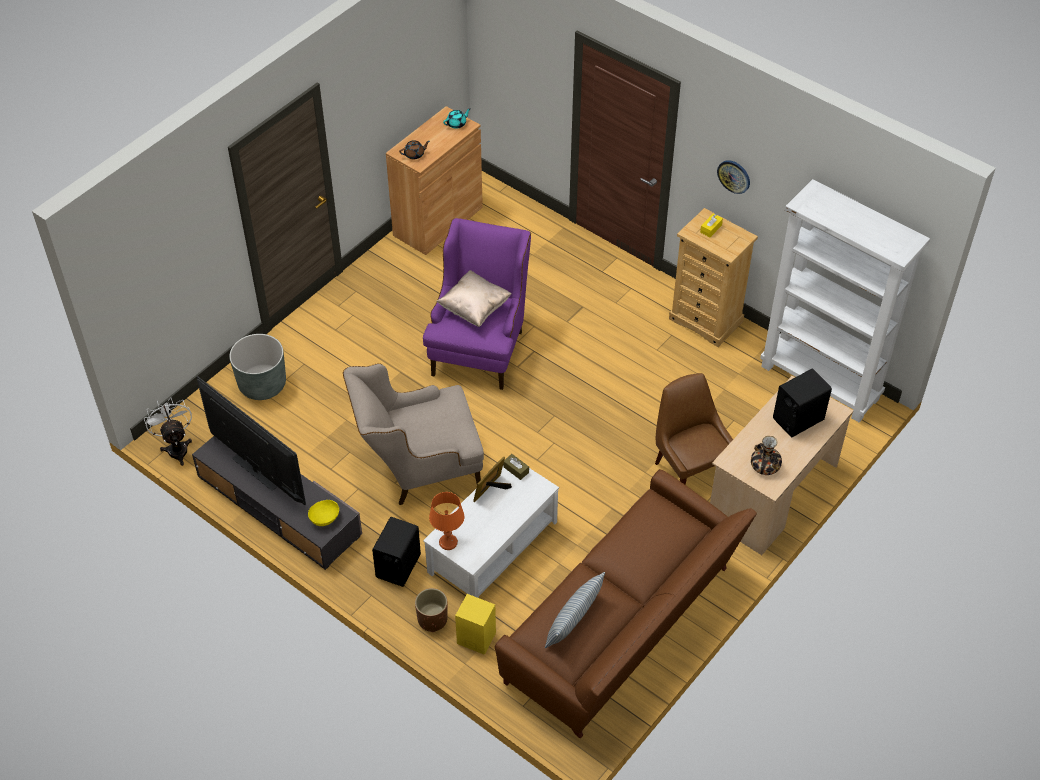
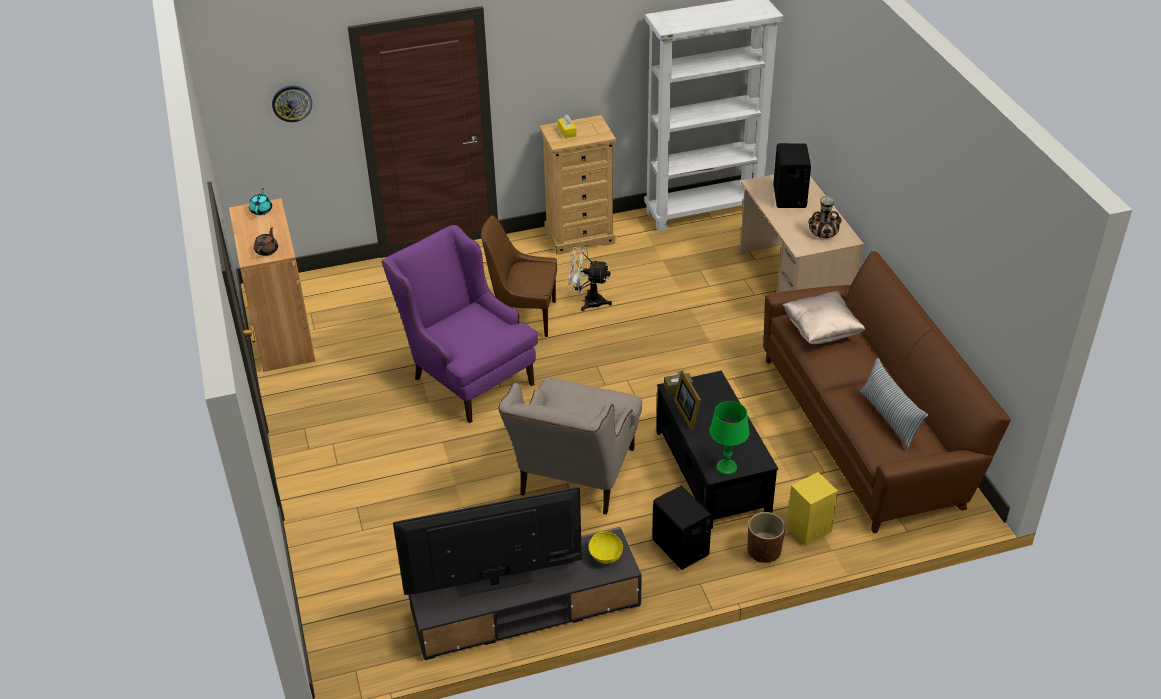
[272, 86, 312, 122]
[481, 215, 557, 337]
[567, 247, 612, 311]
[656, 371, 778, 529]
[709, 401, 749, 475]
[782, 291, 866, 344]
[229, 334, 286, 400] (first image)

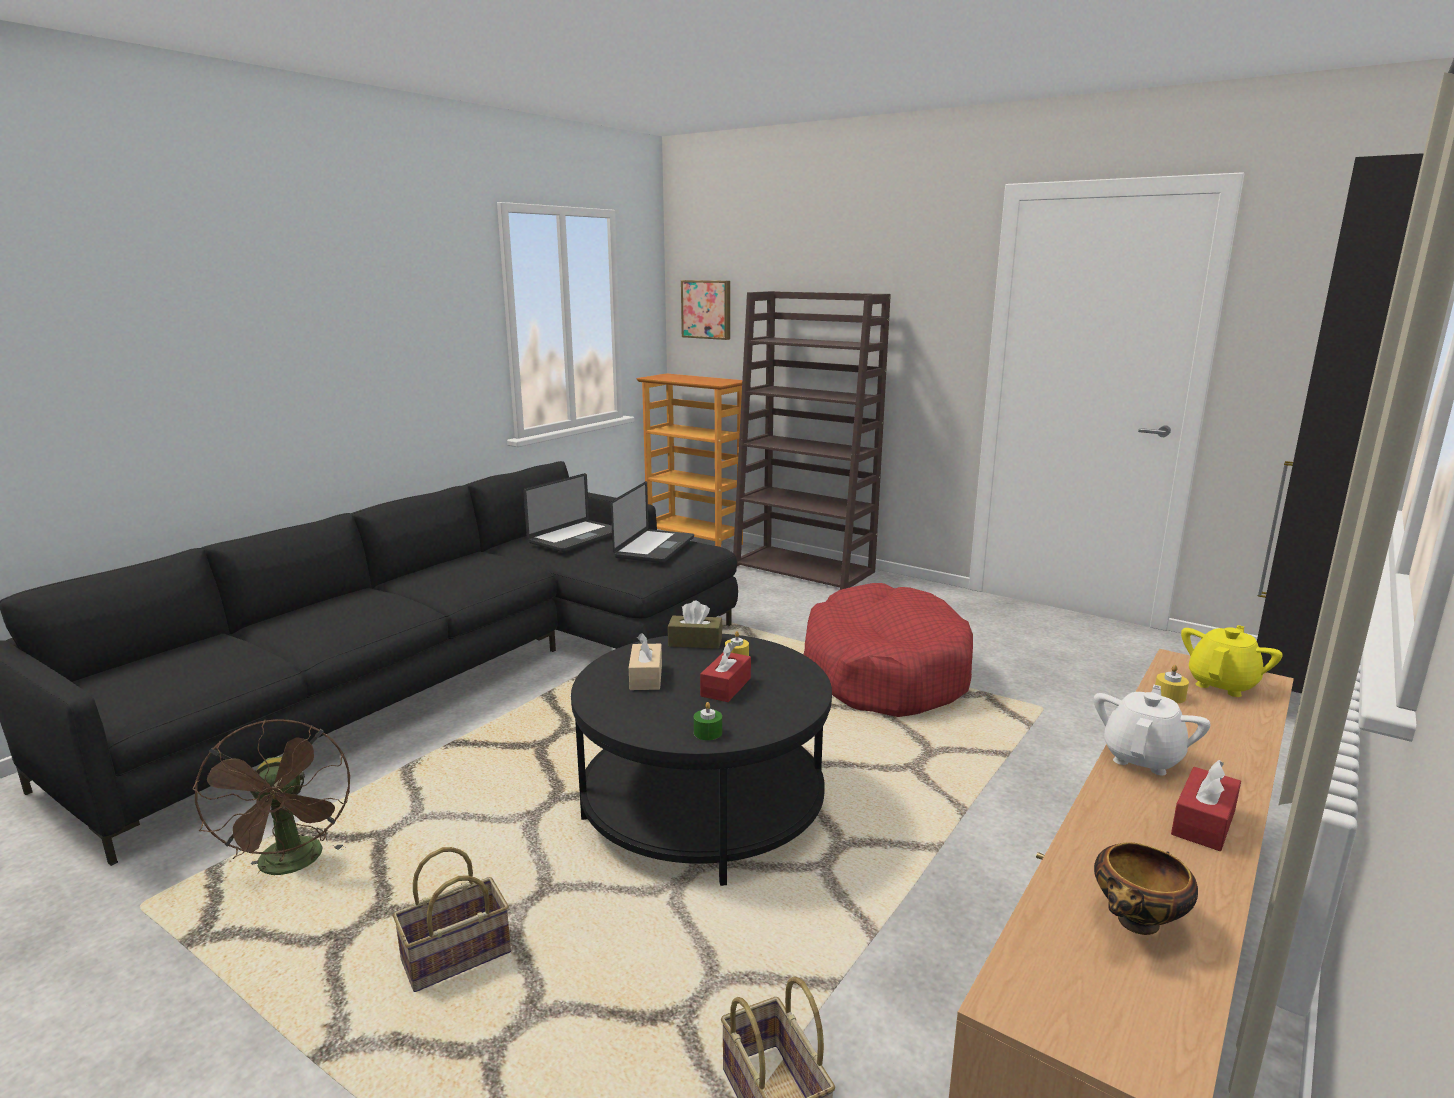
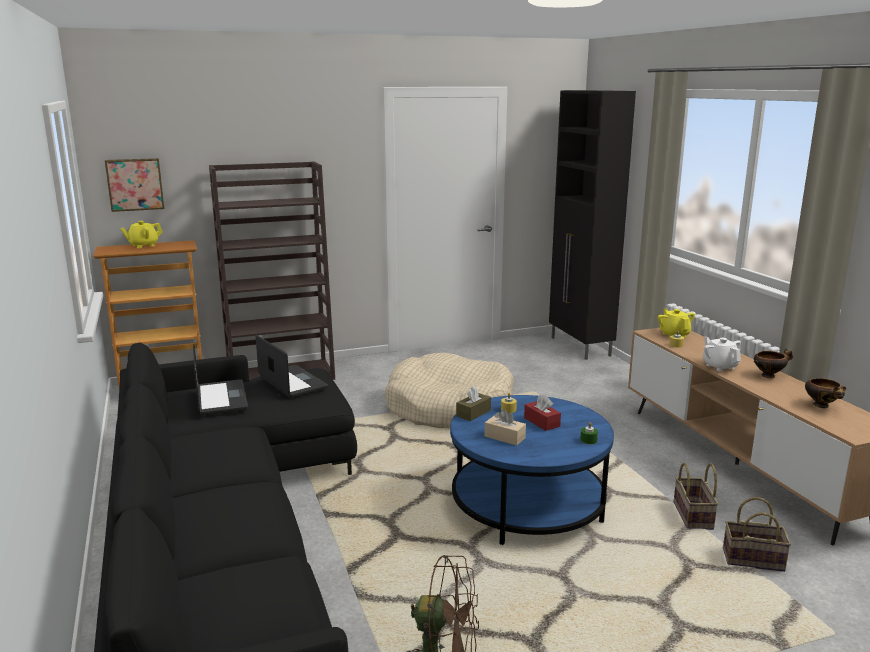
[120, 221, 163, 248]
[385, 353, 513, 428]
[450, 395, 614, 545]
[674, 463, 718, 530]
[754, 348, 793, 378]

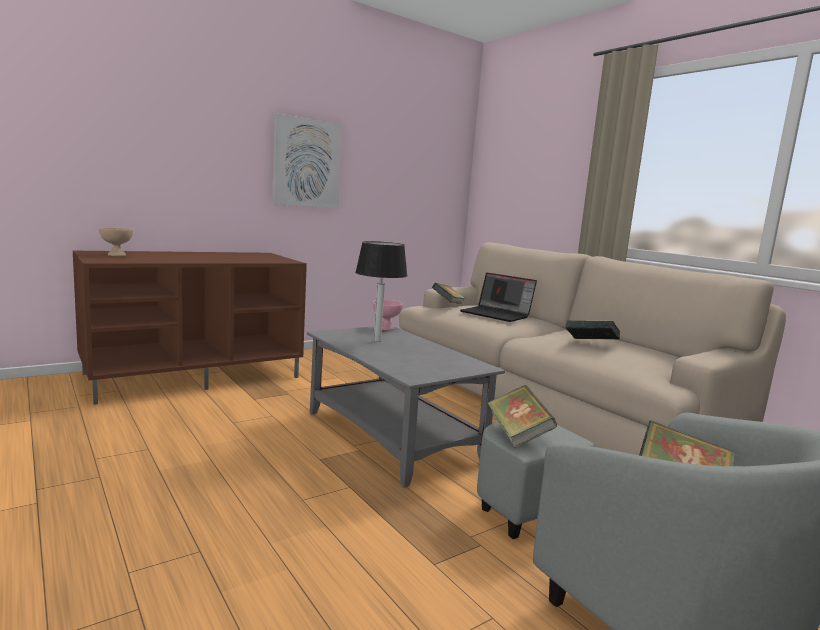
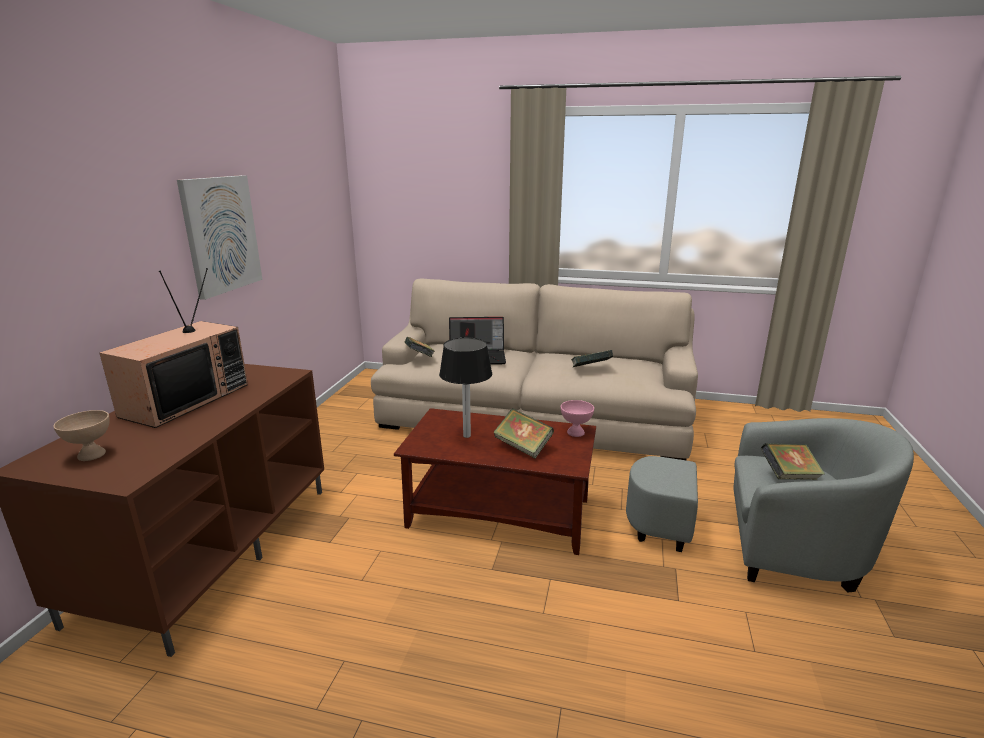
[99, 268, 248, 428]
[394, 408, 596, 555]
[493, 408, 554, 459]
[561, 400, 594, 437]

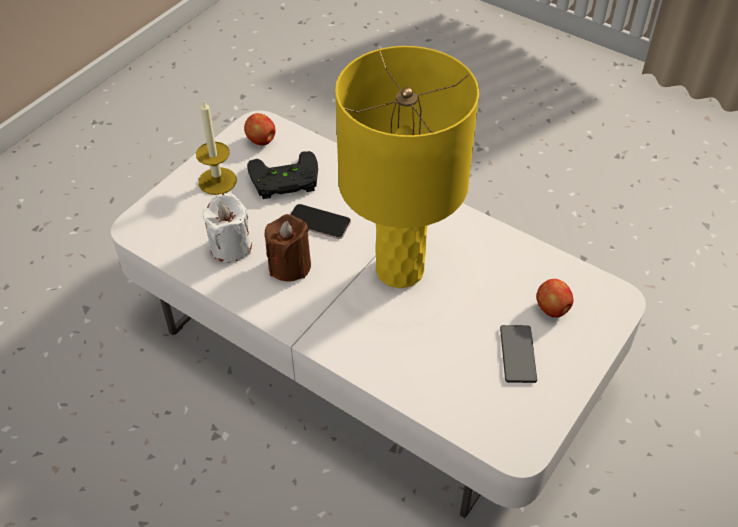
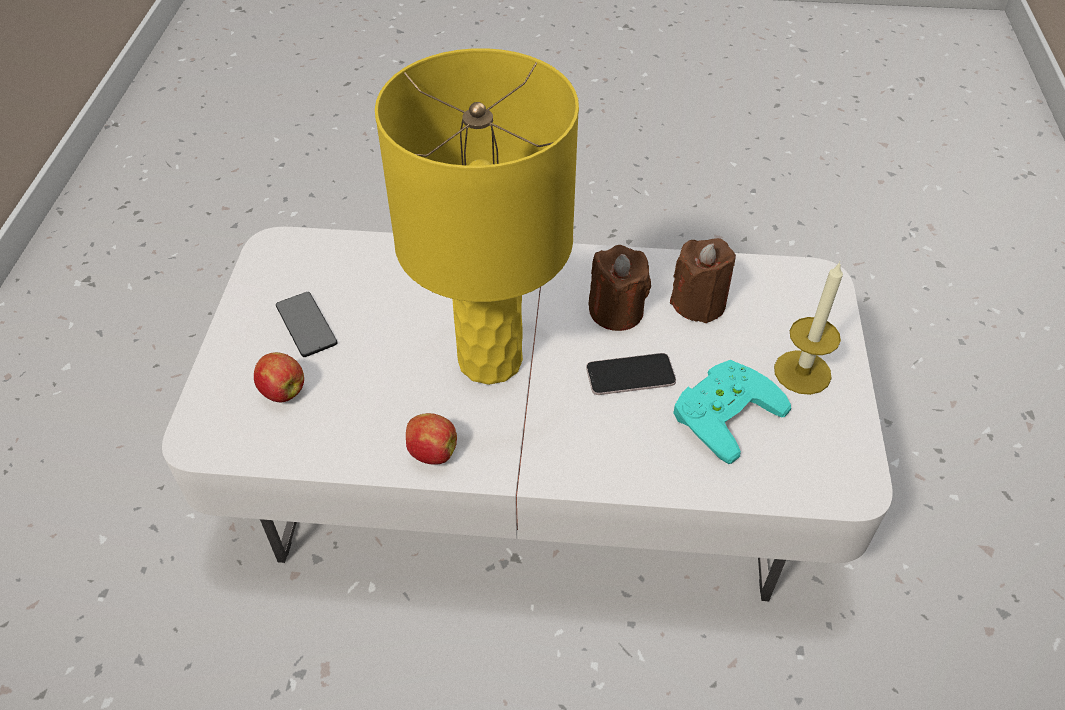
[406, 413, 457, 465]
[670, 238, 736, 323]
[673, 360, 791, 464]

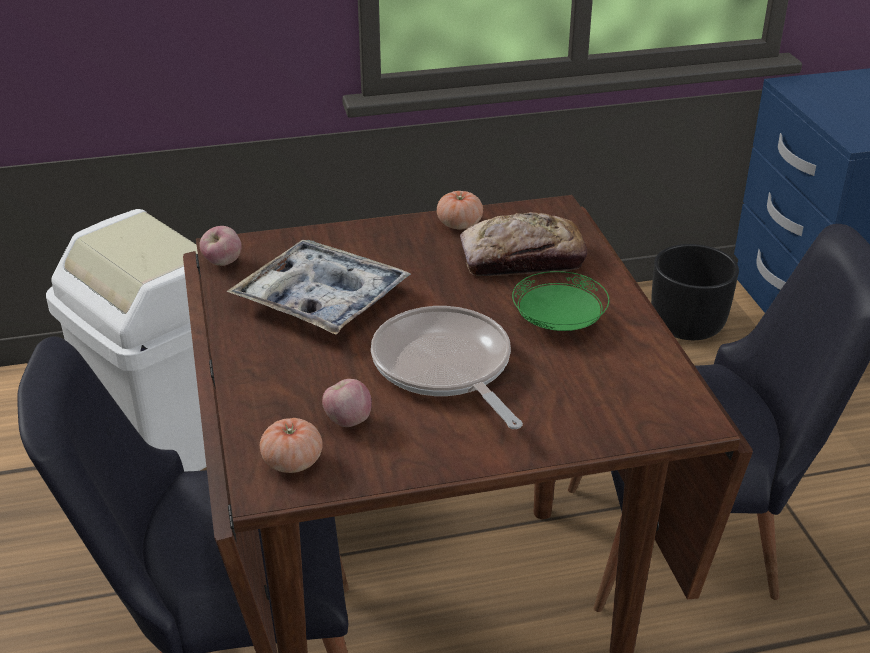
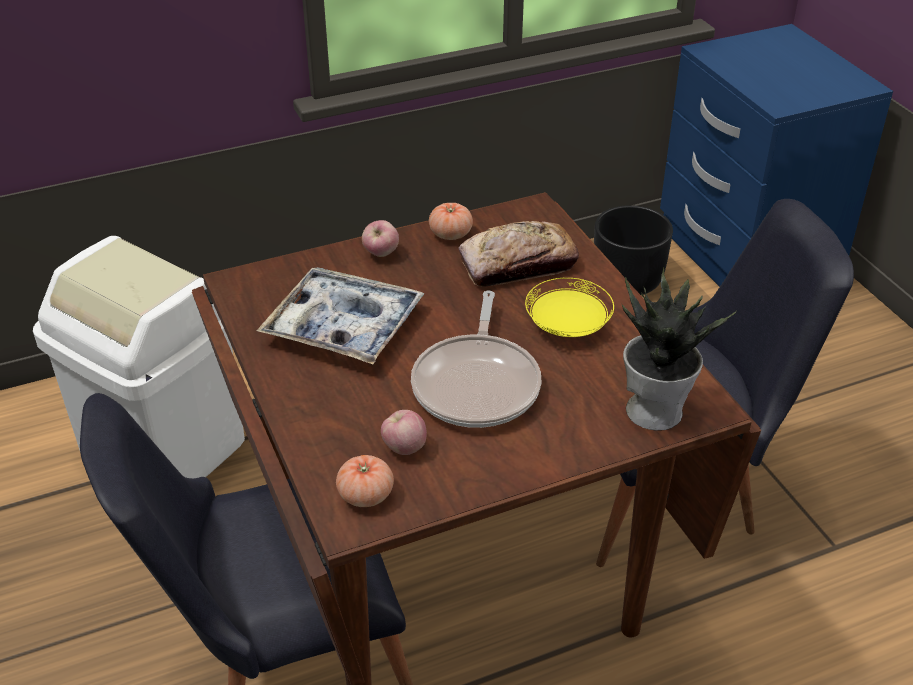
[362, 220, 399, 257]
[411, 291, 541, 428]
[525, 278, 614, 337]
[621, 267, 738, 431]

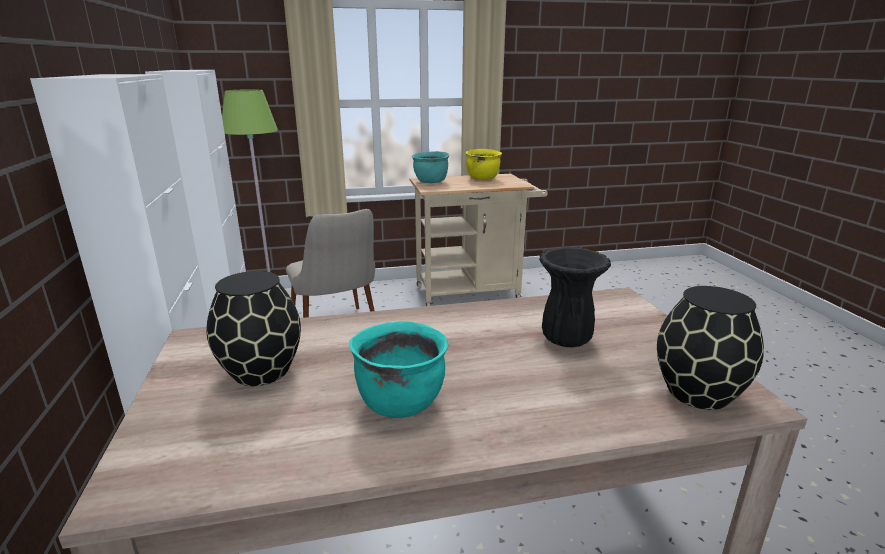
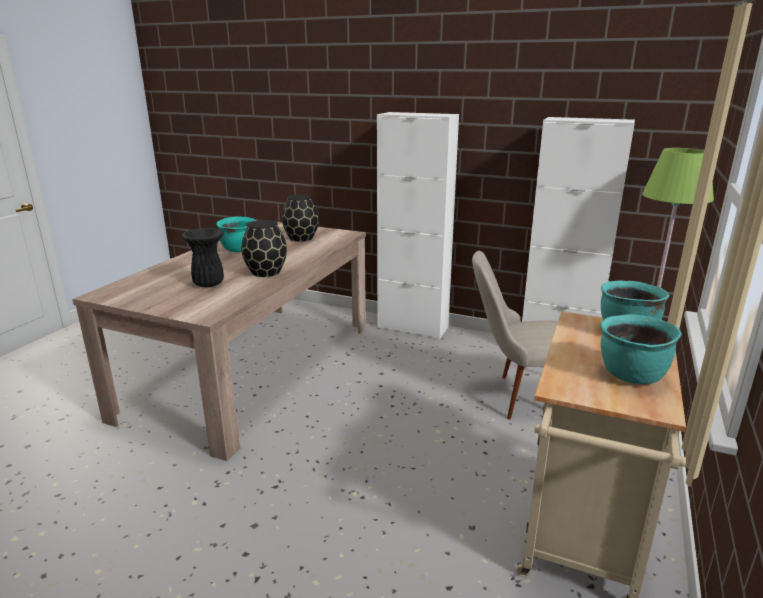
[241, 220, 287, 277]
[600, 314, 682, 384]

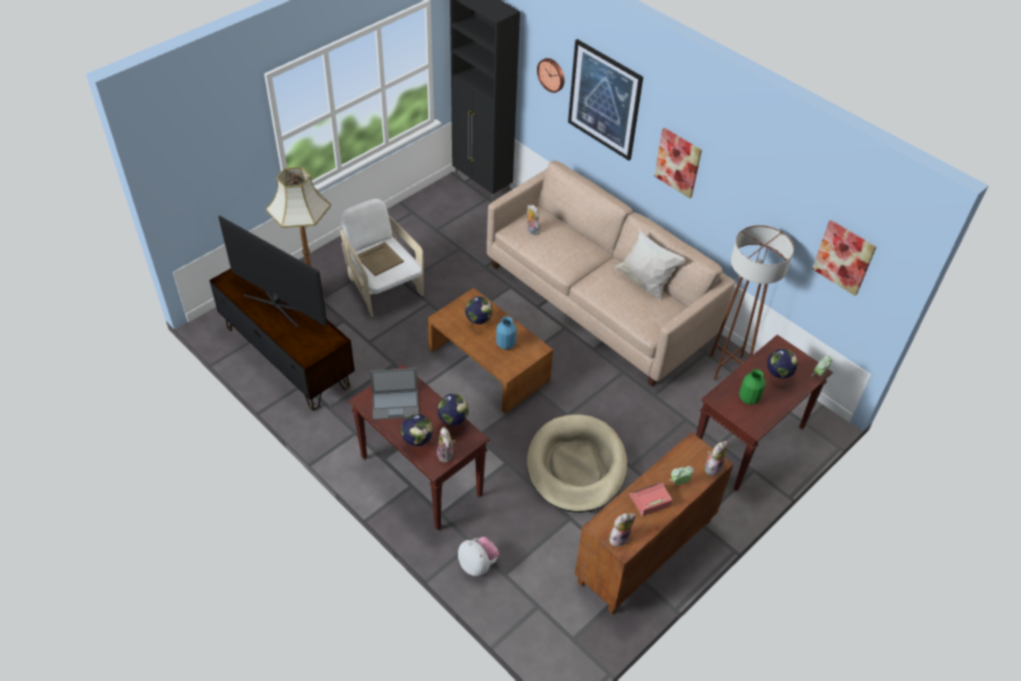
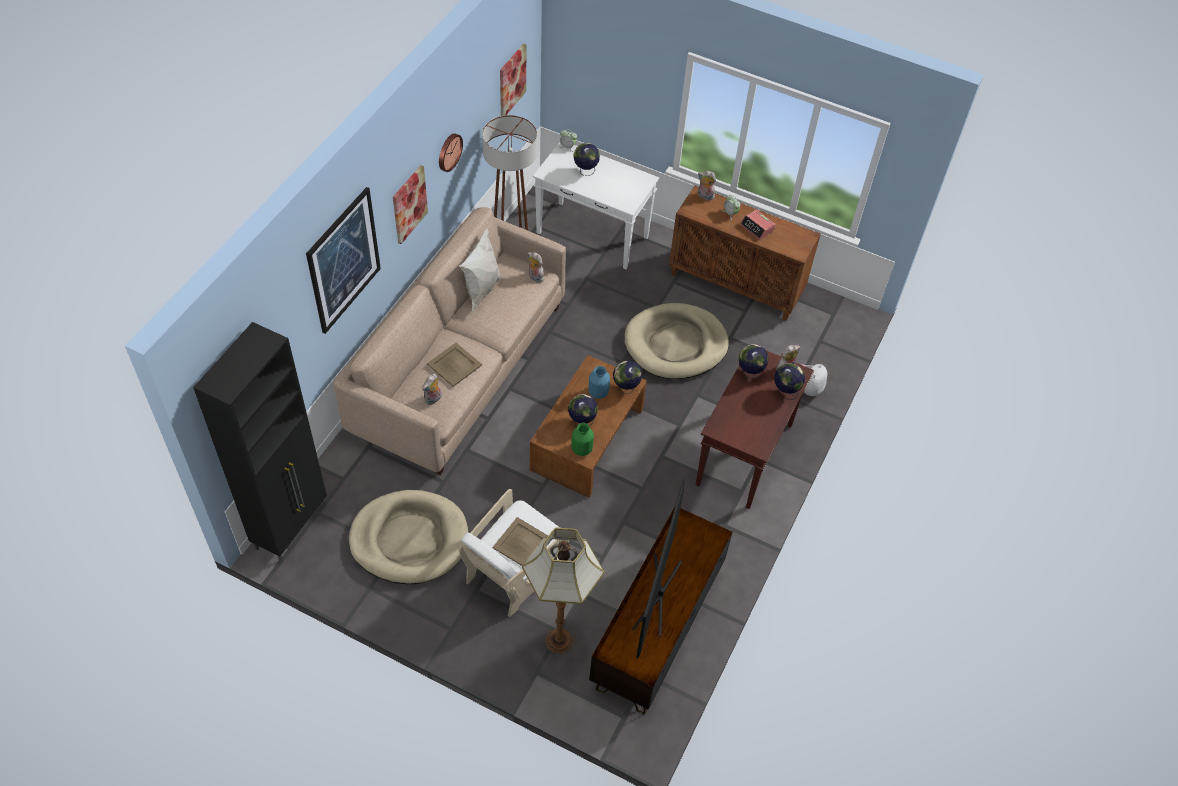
[349, 490, 468, 584]
[427, 343, 482, 387]
[439, 133, 463, 172]
[528, 252, 544, 283]
[533, 142, 659, 269]
[571, 423, 594, 456]
[613, 361, 642, 394]
[370, 368, 419, 420] (first image)

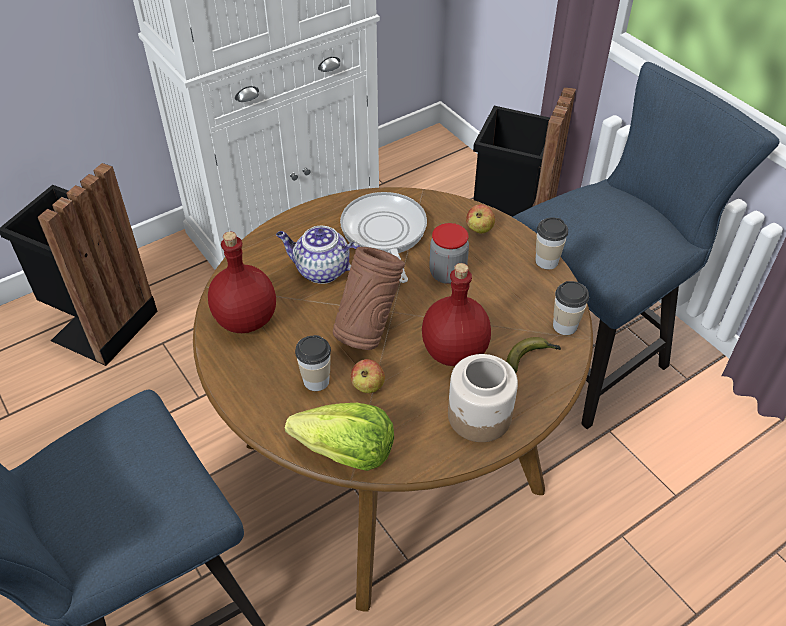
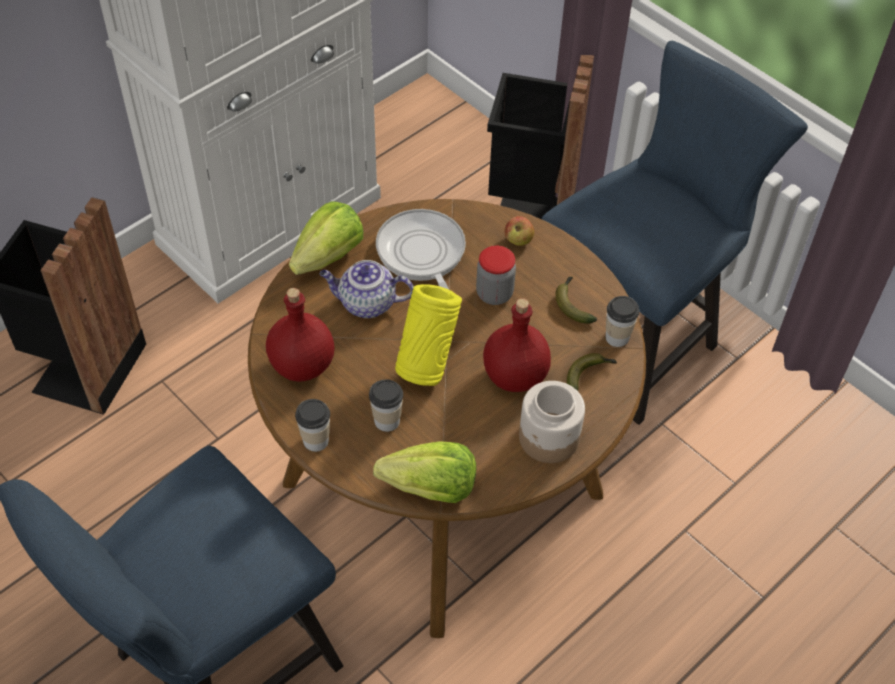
[289, 201, 364, 275]
[295, 399, 330, 452]
[395, 284, 462, 386]
[556, 277, 597, 324]
[350, 359, 385, 393] (first image)

